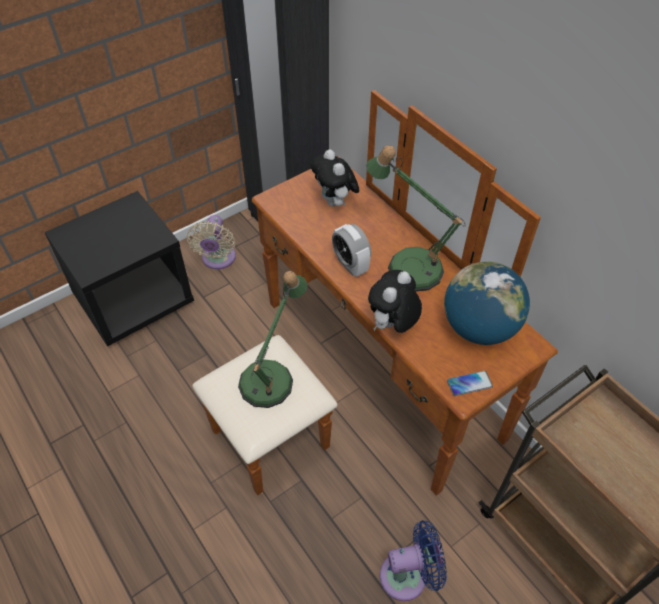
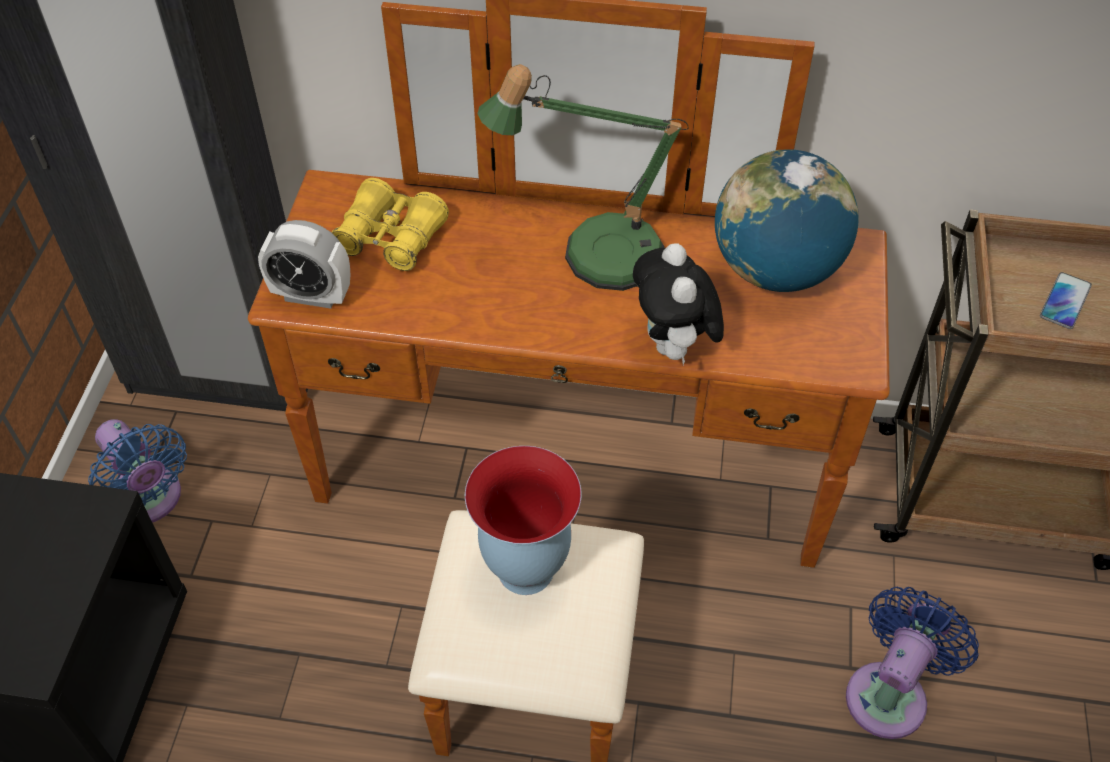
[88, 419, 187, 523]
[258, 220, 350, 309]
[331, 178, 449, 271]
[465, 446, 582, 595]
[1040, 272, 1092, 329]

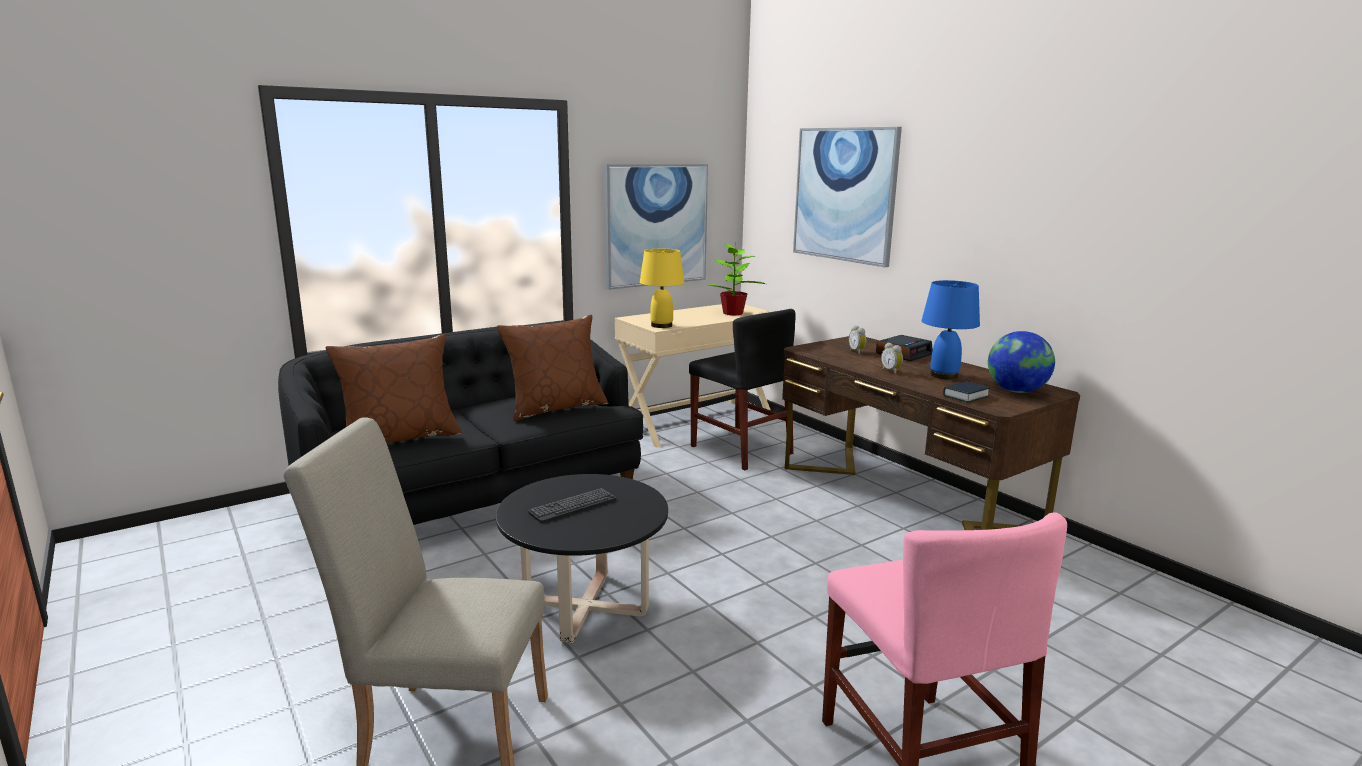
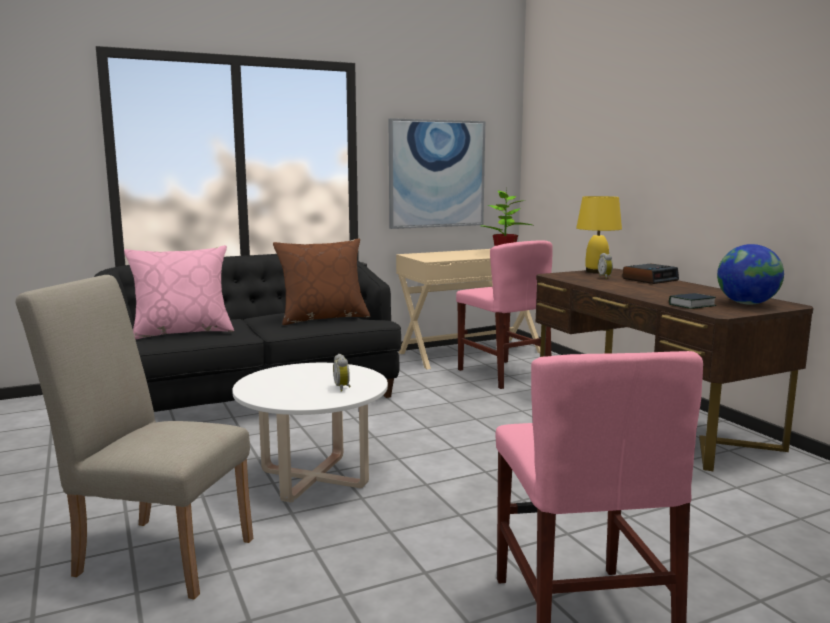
[124, 245, 234, 340]
[232, 363, 388, 503]
[333, 354, 351, 391]
[456, 240, 553, 389]
[576, 196, 622, 273]
[528, 488, 616, 524] (first image)
[793, 127, 902, 267] (first image)
[922, 280, 980, 379] (first image)

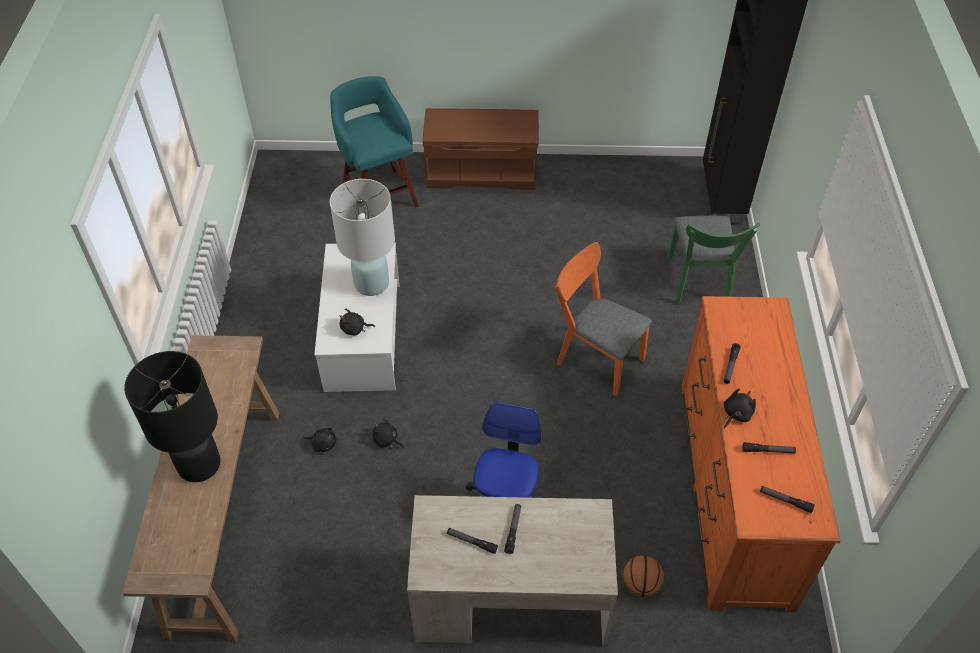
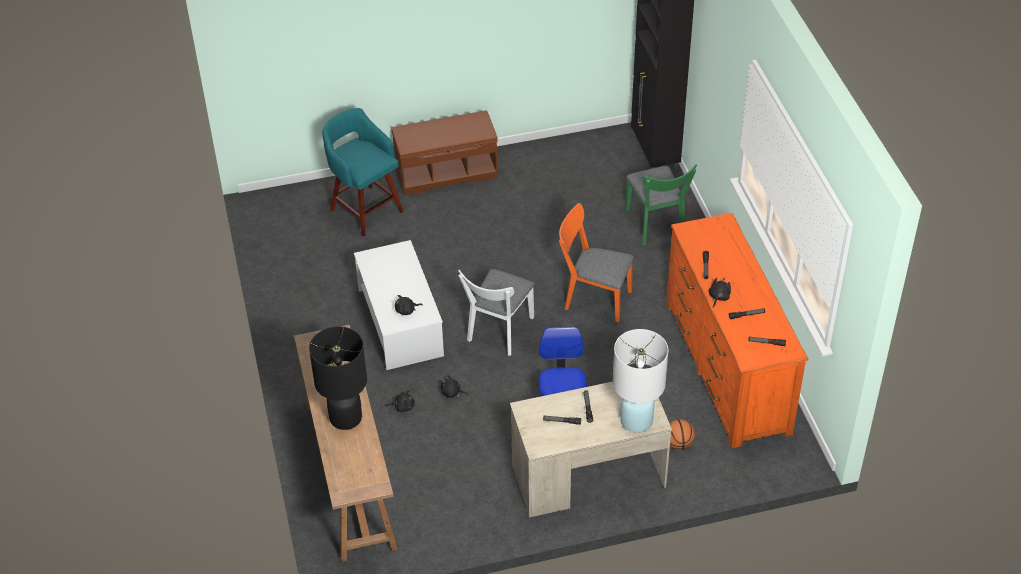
[458, 269, 534, 356]
[613, 329, 669, 433]

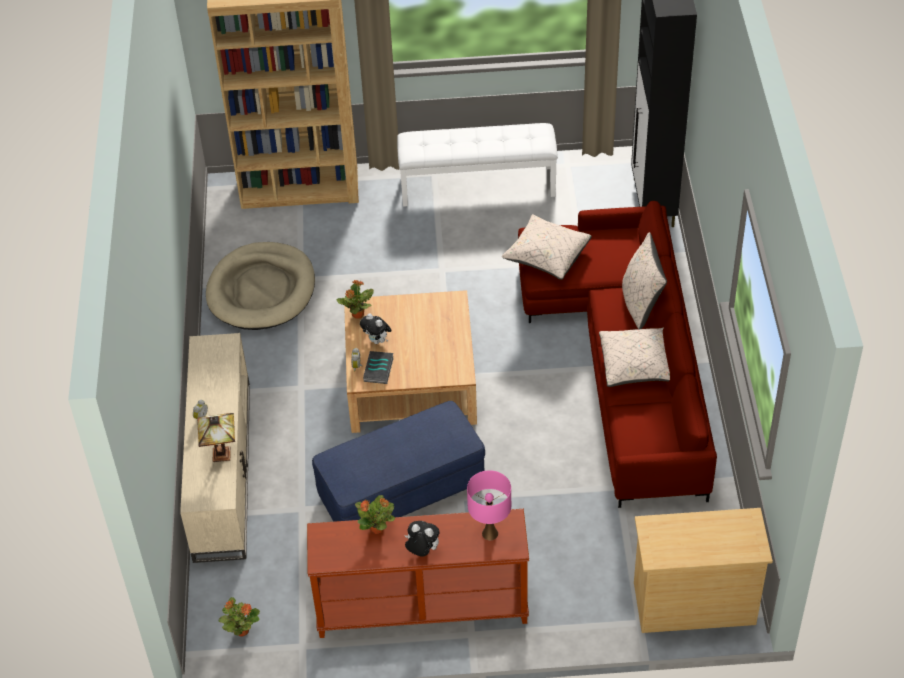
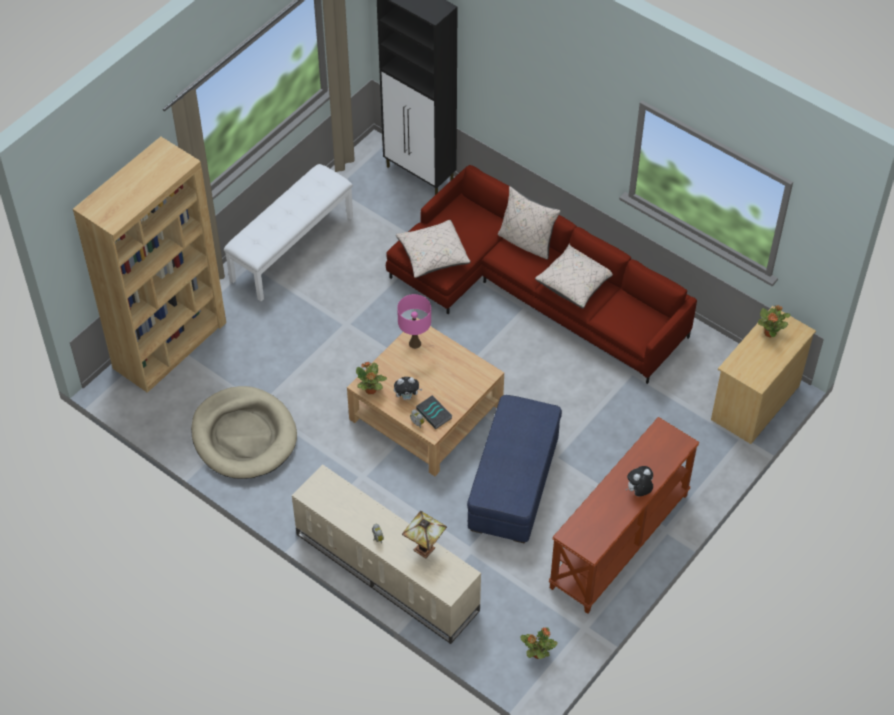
[397, 294, 431, 349]
[758, 305, 791, 337]

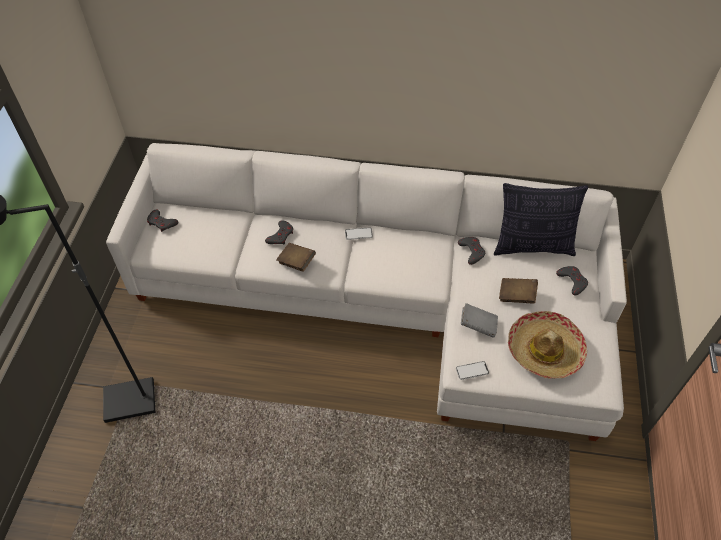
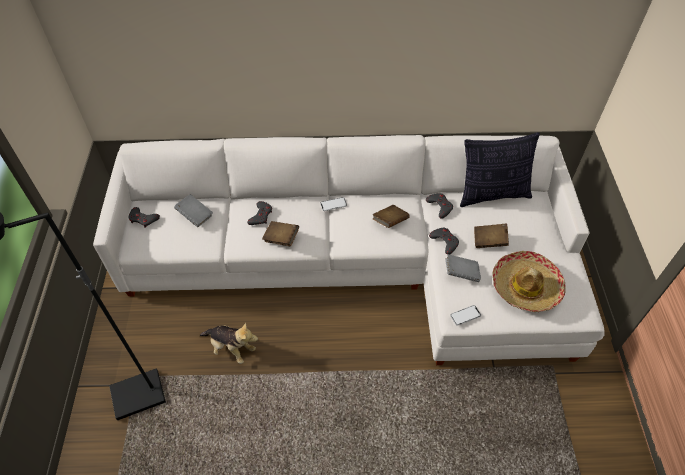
[174, 194, 213, 227]
[200, 322, 258, 364]
[373, 205, 410, 228]
[429, 228, 459, 255]

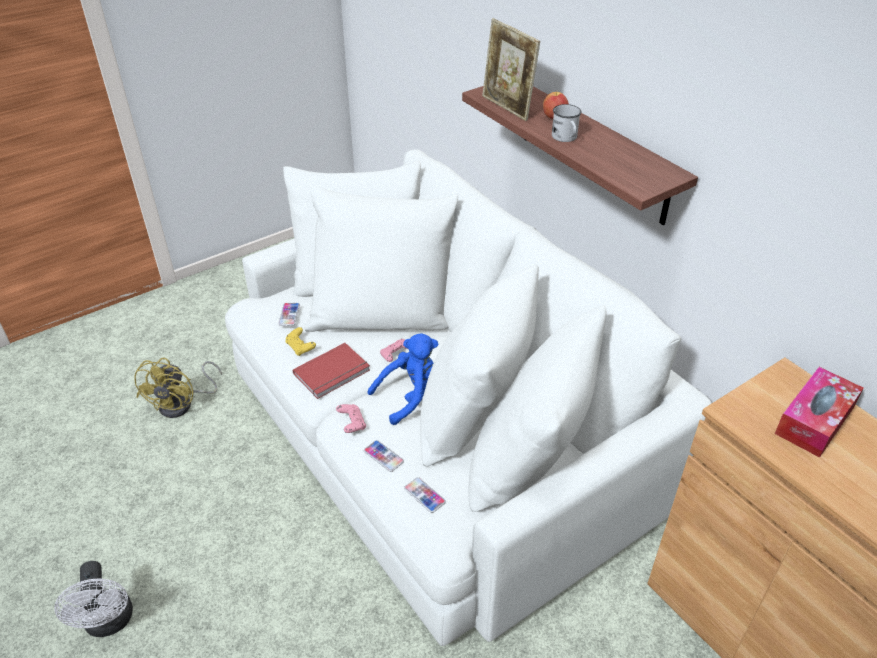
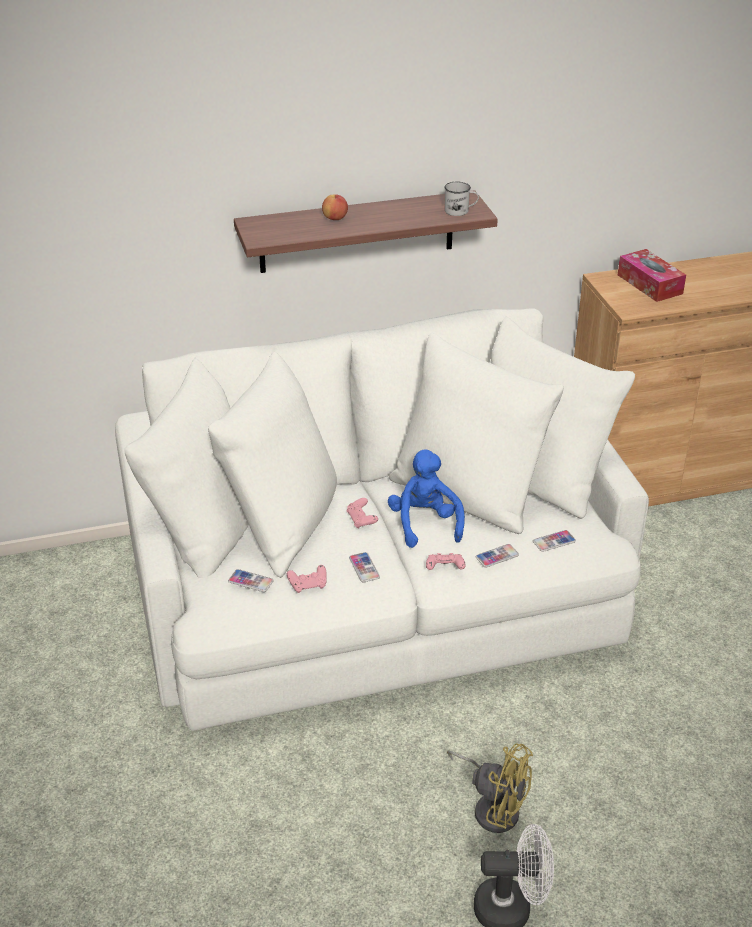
[287, 565, 327, 593]
[349, 552, 380, 582]
[444, 182, 479, 216]
[447, 743, 533, 833]
[482, 18, 540, 121] (first image)

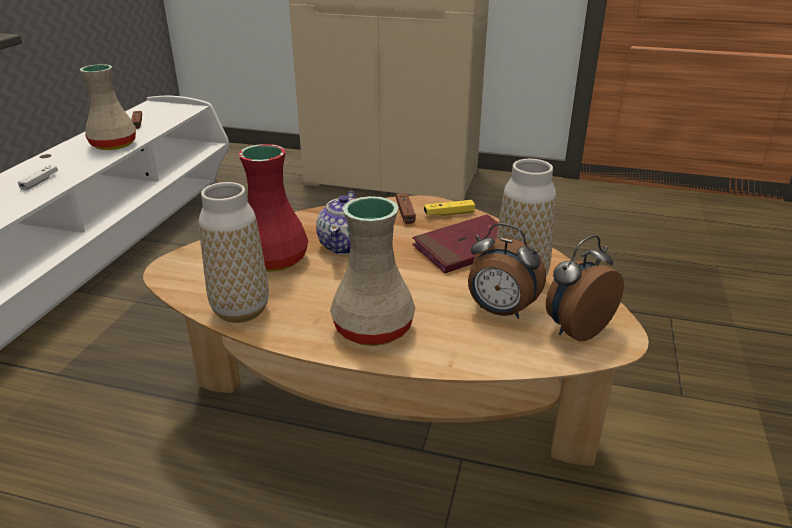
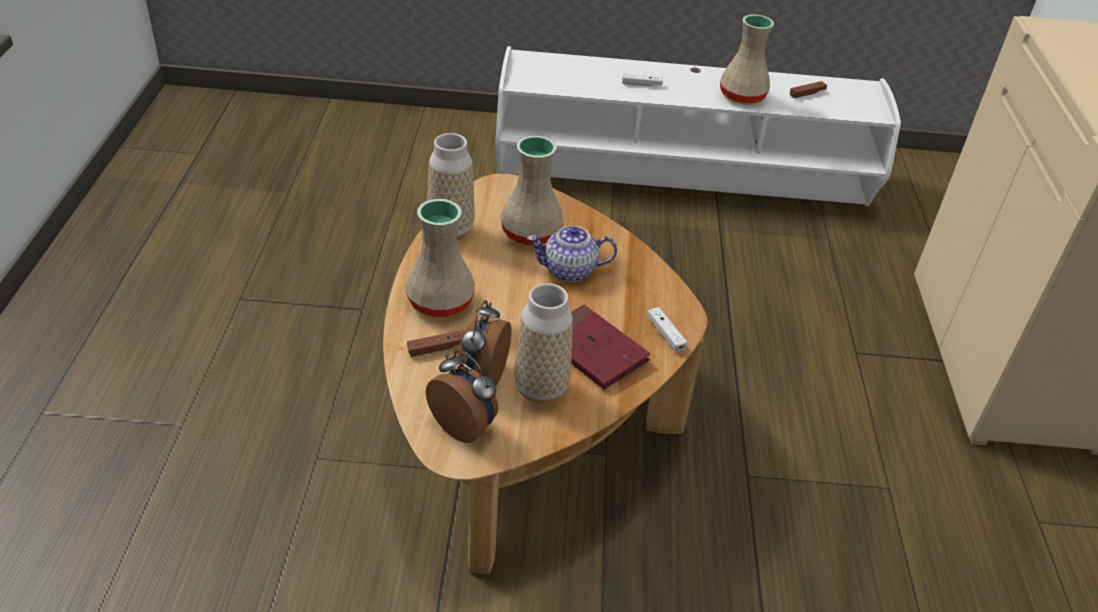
[407, 330, 464, 357]
[500, 136, 564, 246]
[647, 307, 687, 352]

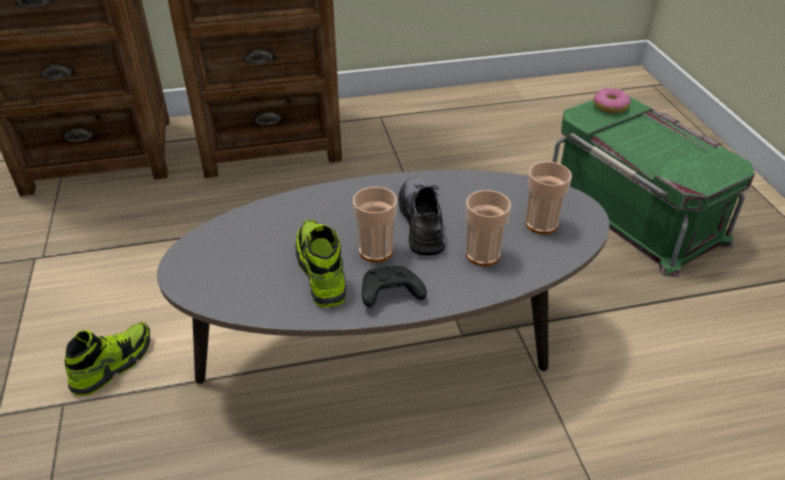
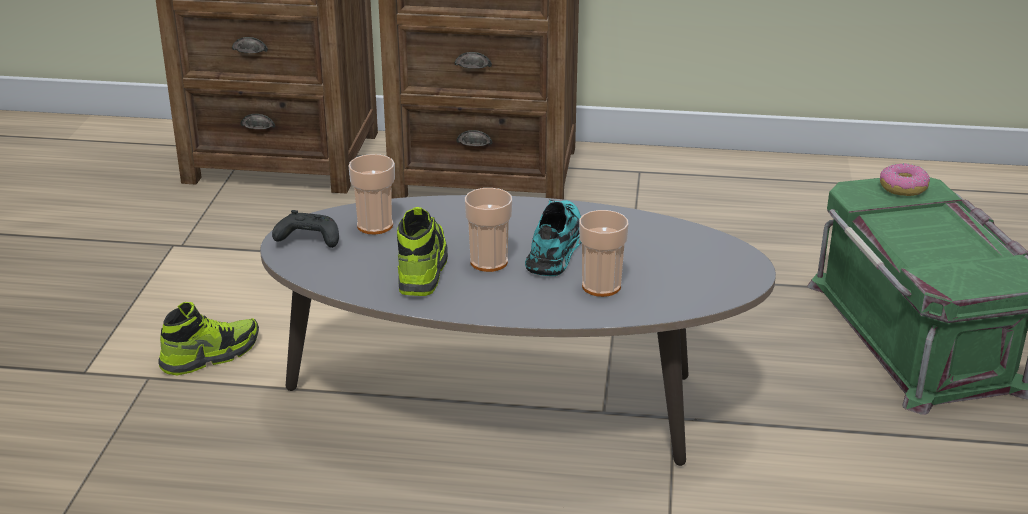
[272, 210, 339, 248]
[348, 154, 395, 234]
[525, 199, 582, 276]

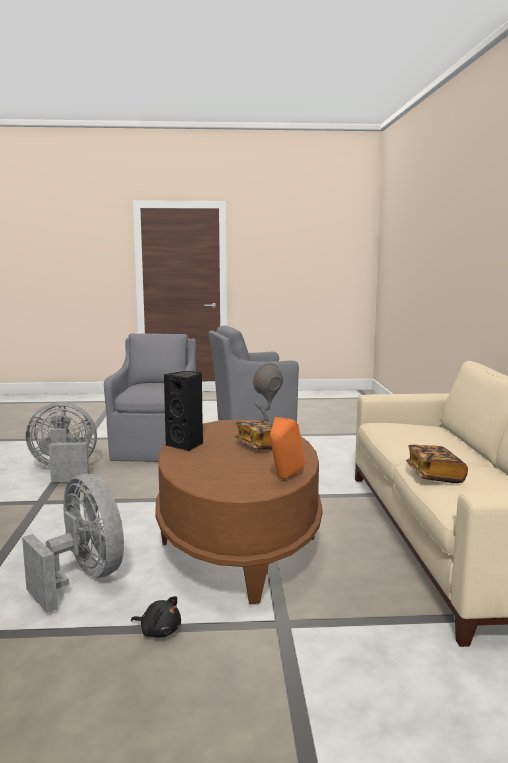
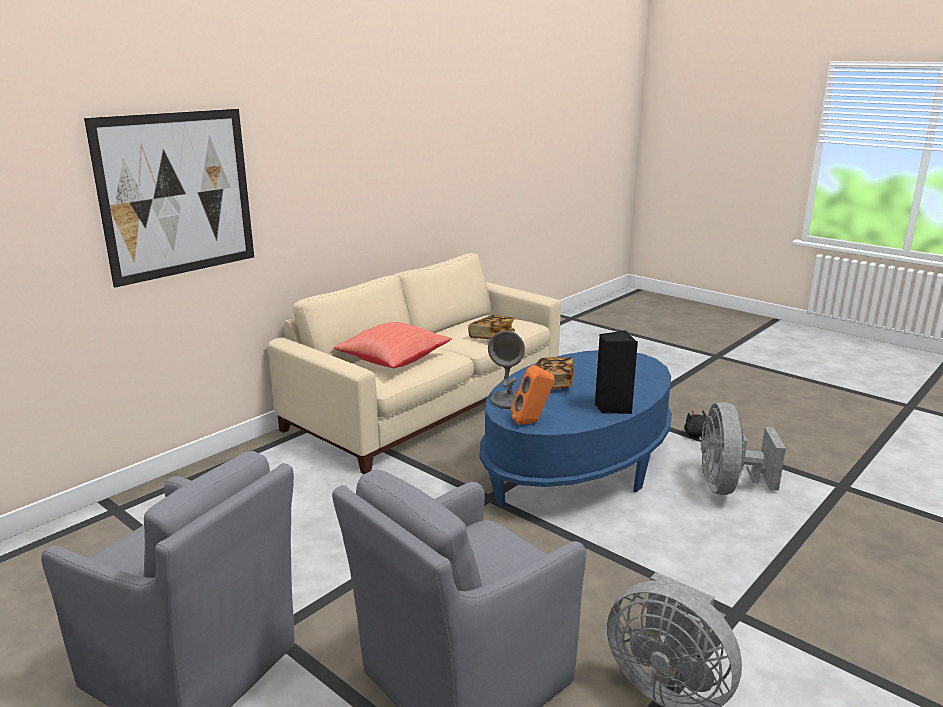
[84, 109, 254, 288]
[333, 322, 452, 368]
[479, 350, 672, 508]
[511, 365, 554, 425]

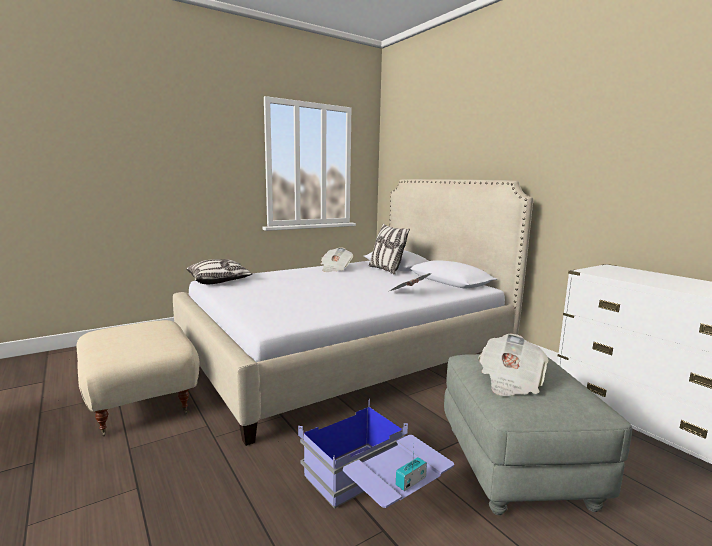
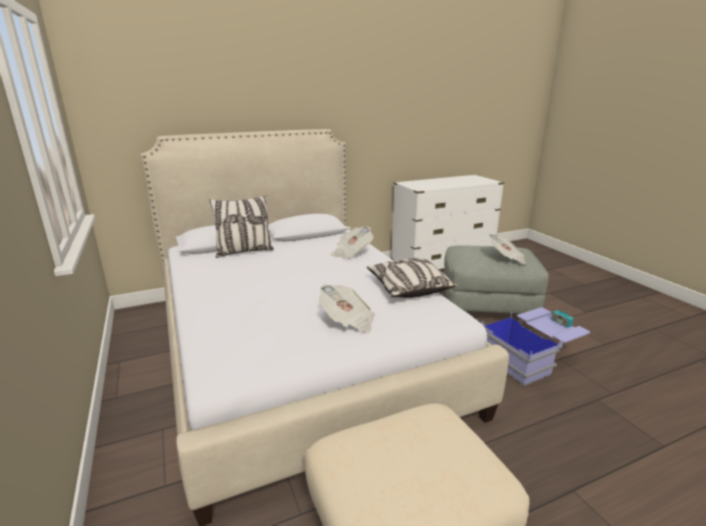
[318, 284, 375, 333]
[367, 258, 457, 298]

